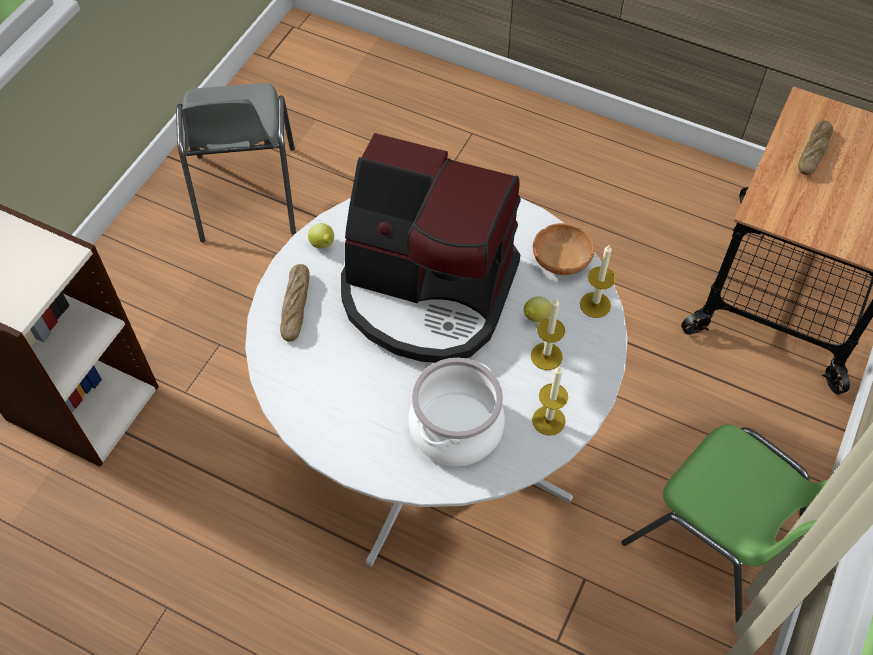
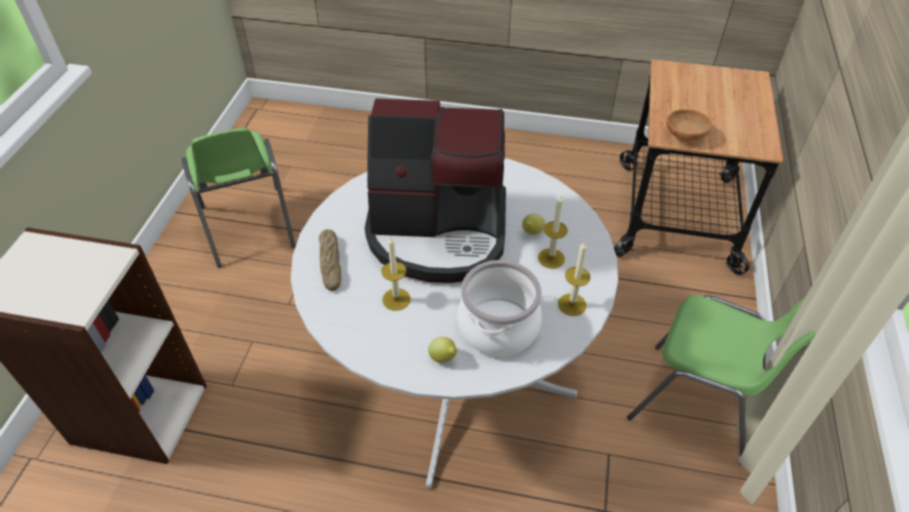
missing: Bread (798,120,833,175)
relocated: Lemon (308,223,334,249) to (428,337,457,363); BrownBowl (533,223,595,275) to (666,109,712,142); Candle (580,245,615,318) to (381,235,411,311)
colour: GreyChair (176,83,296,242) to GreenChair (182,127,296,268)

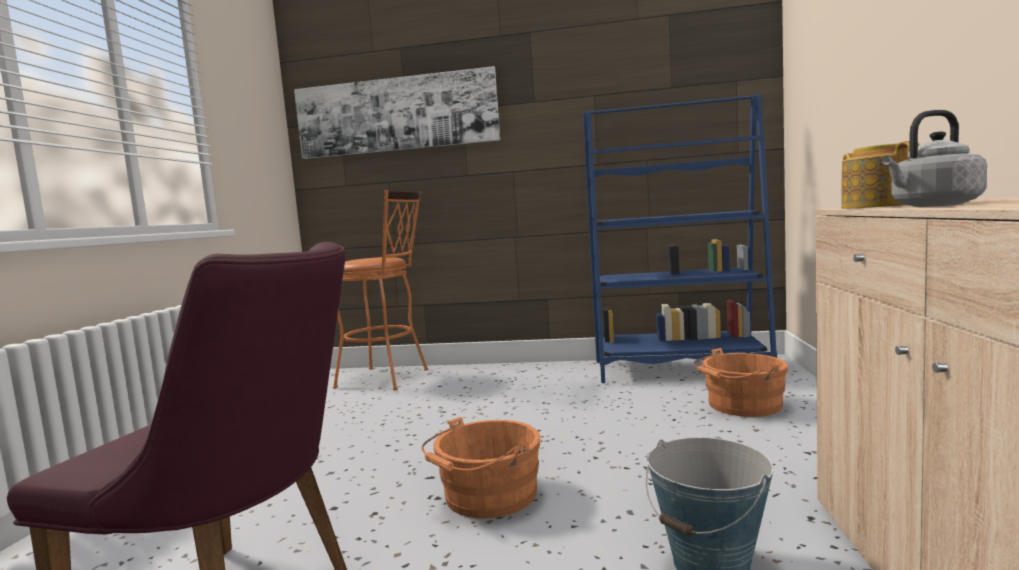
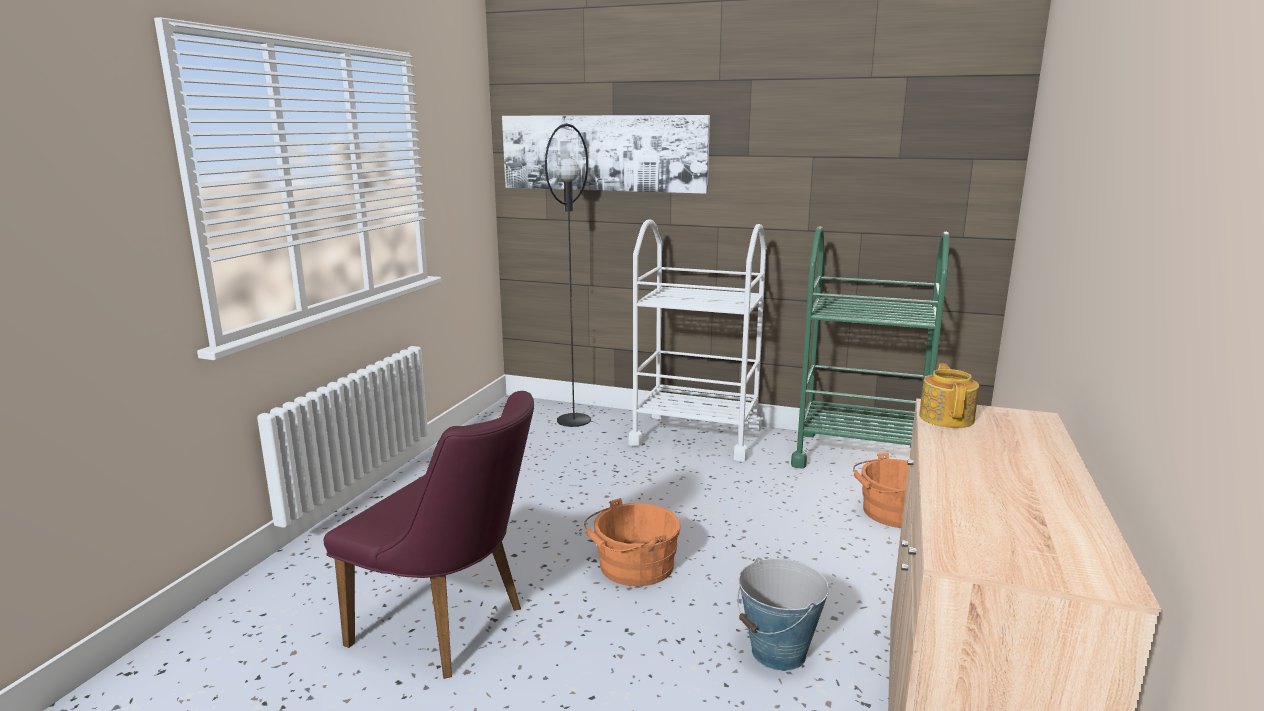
missing: GreyKettle (882,110,987,207)
appeared: WhiteCart (629,219,766,461)
exchanged: OrangeStool (333,190,428,390) to BlackFloorLamp (545,123,591,427); BlueBookcase (583,94,777,383) to GreenCart (791,226,949,468)

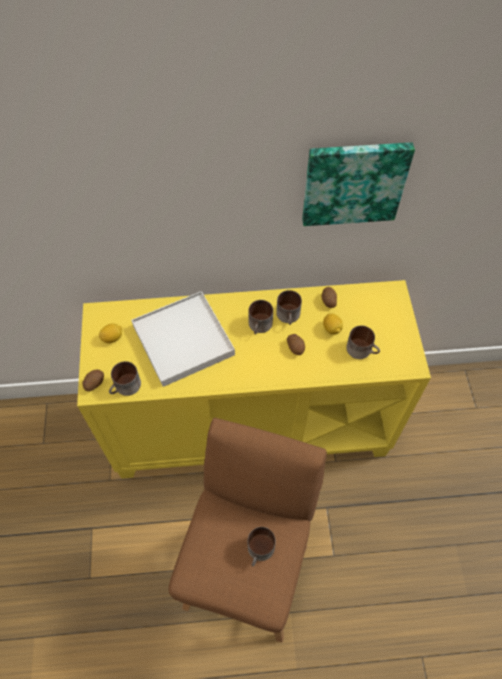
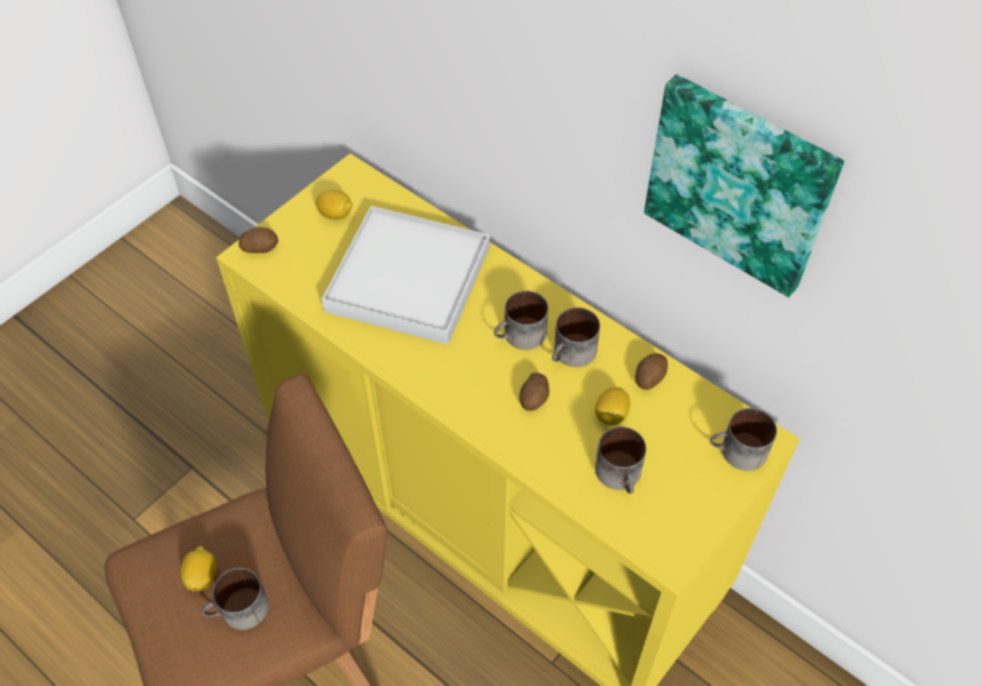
appeared: Lemon (181,546,217,592)
relocated: Mug (109,361,141,396) to (710,408,777,471)

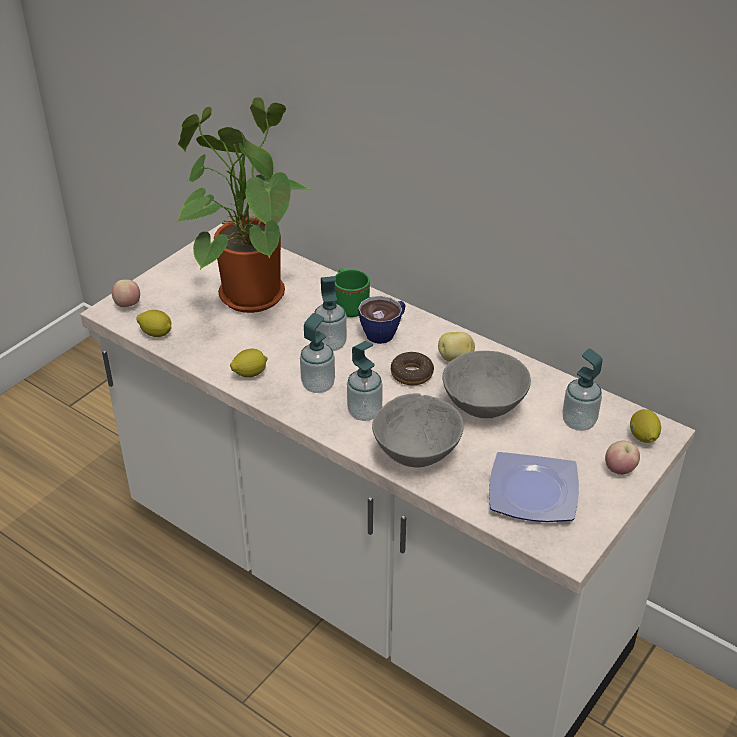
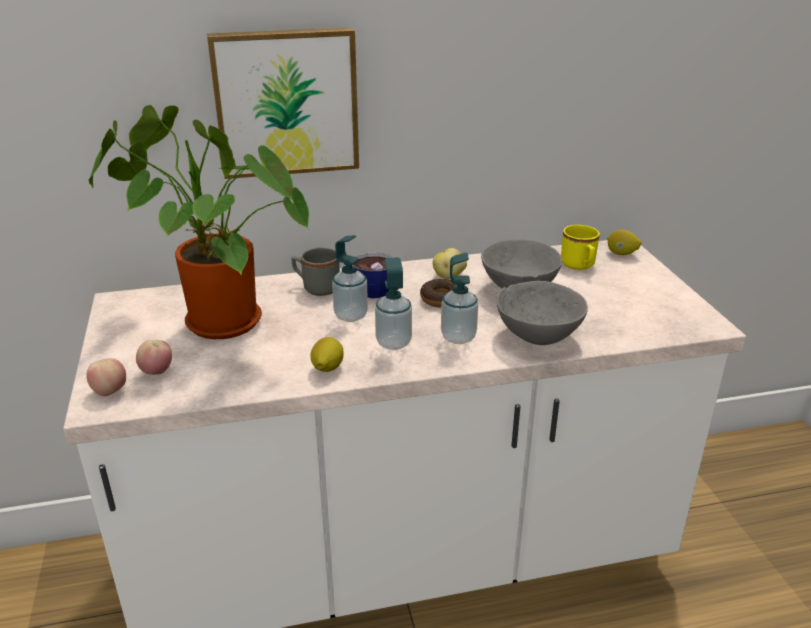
missing: Lemon (137,310,172,337); Plate (489,452,579,522)
appeared: Picture (207,27,359,179)
relocated: Apple (605,440,640,475) to (136,340,172,375)
exchanged: SoapDispenser (562,348,603,431) to YellowMug (561,225,600,270)
colour: GreenMug (335,268,370,317) to GreyMug (291,248,340,296)

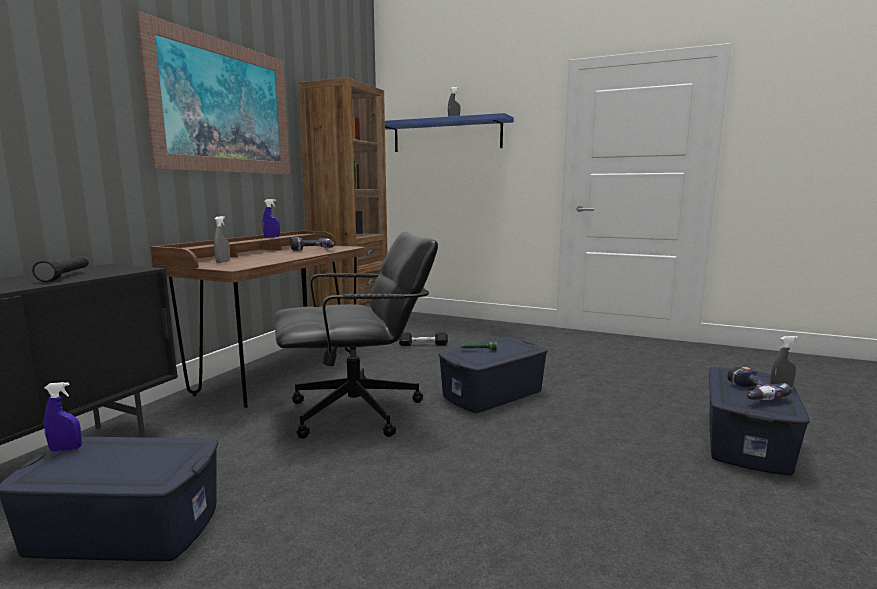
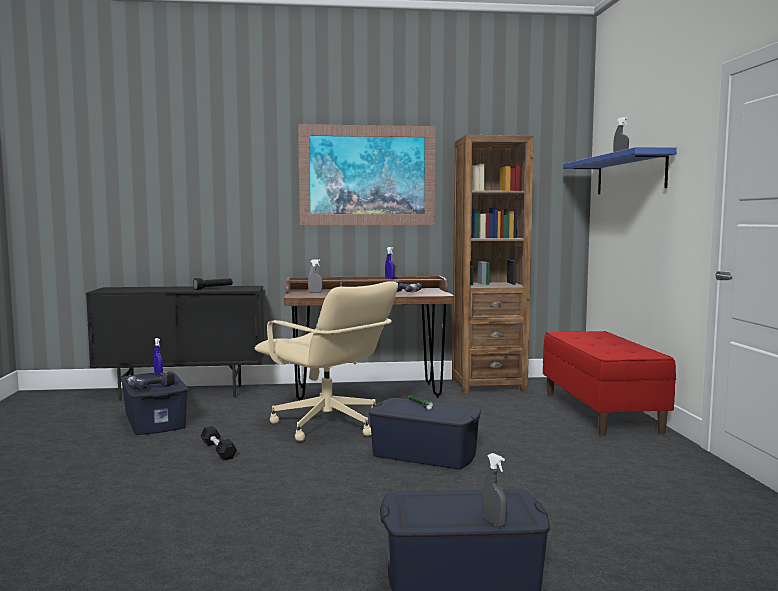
appeared: RedBench (543,331,676,436)
relocated: BlackDumbbell (399,331,448,346) to (201,426,237,460); PowerDrill (728,366,792,400) to (125,371,175,389)
colour: BlackOfficeChair (274,231,438,439) to BeigeOfficeChair (255,281,398,441)

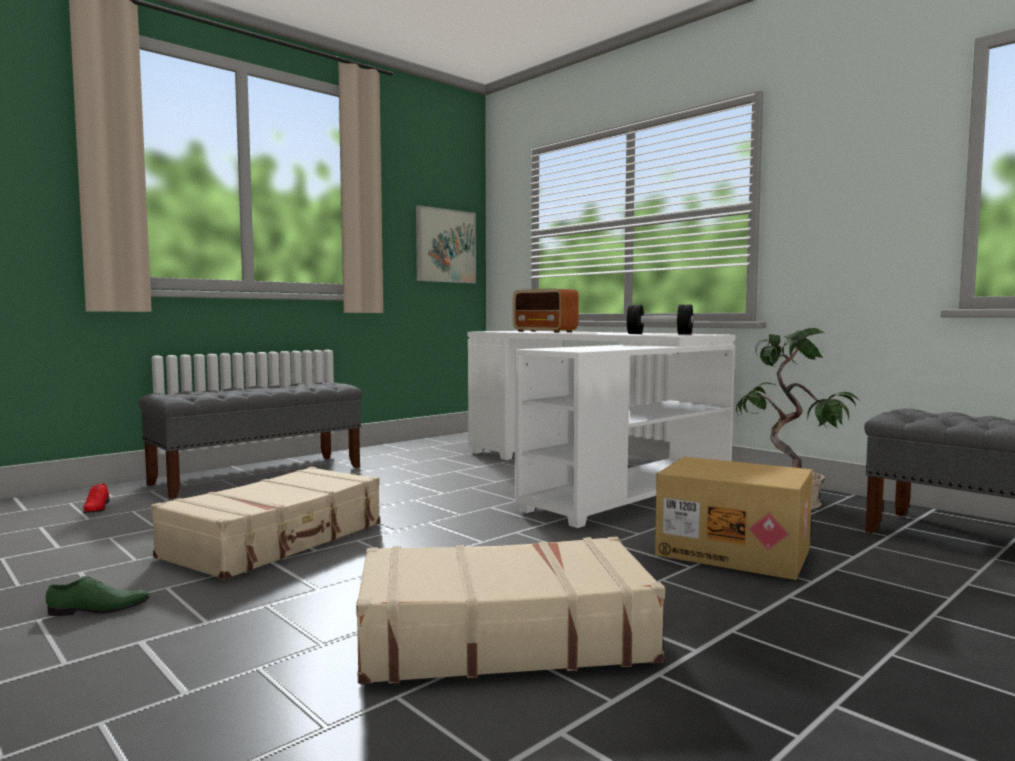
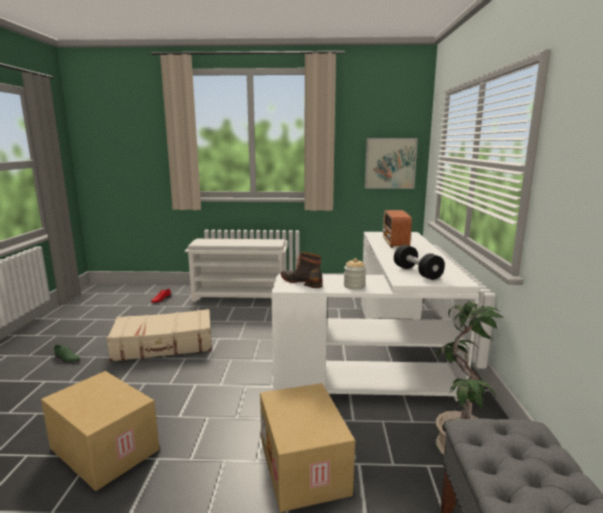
appeared: Boot (281,252,323,288); Jar (344,258,366,289)
exchanged: GreyBench (138,382,363,499) to WhiteShoeRack (185,239,288,302); BeigeSuitcase (356,537,665,684) to CardboardBox (41,371,159,491)

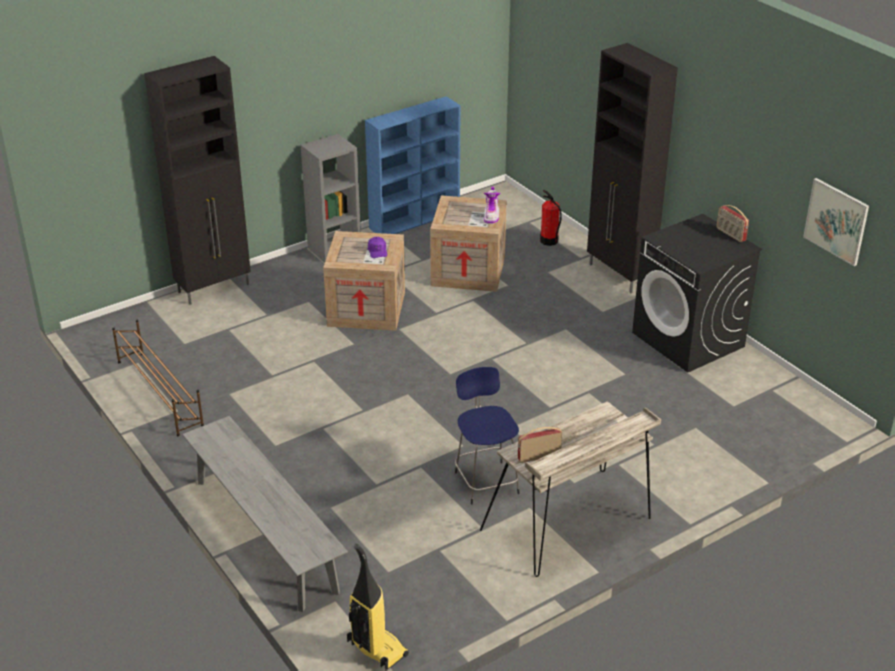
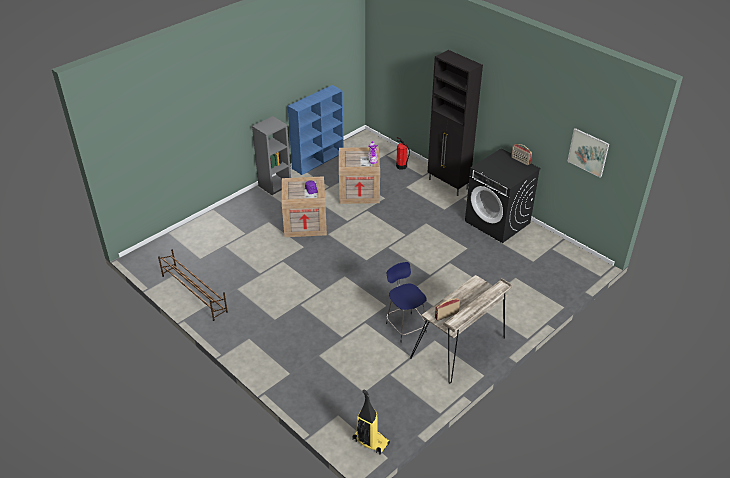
missing: BlackCabinet (144,56,251,305); GreyBench (182,416,348,612)

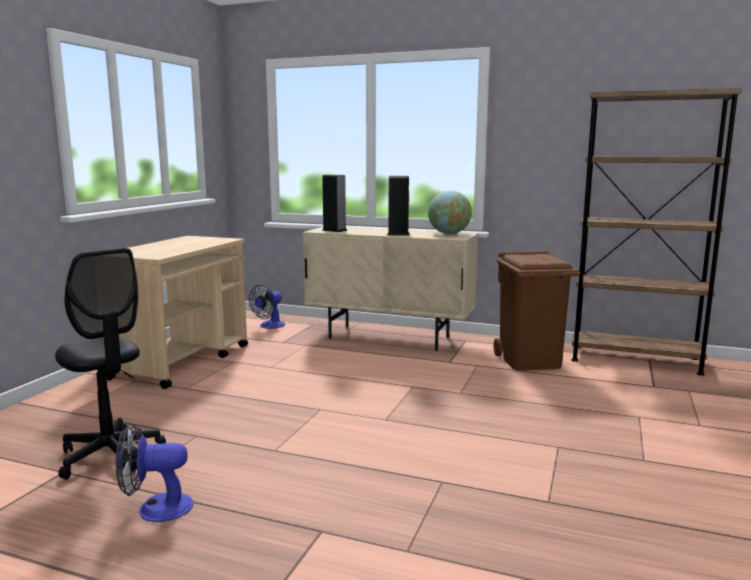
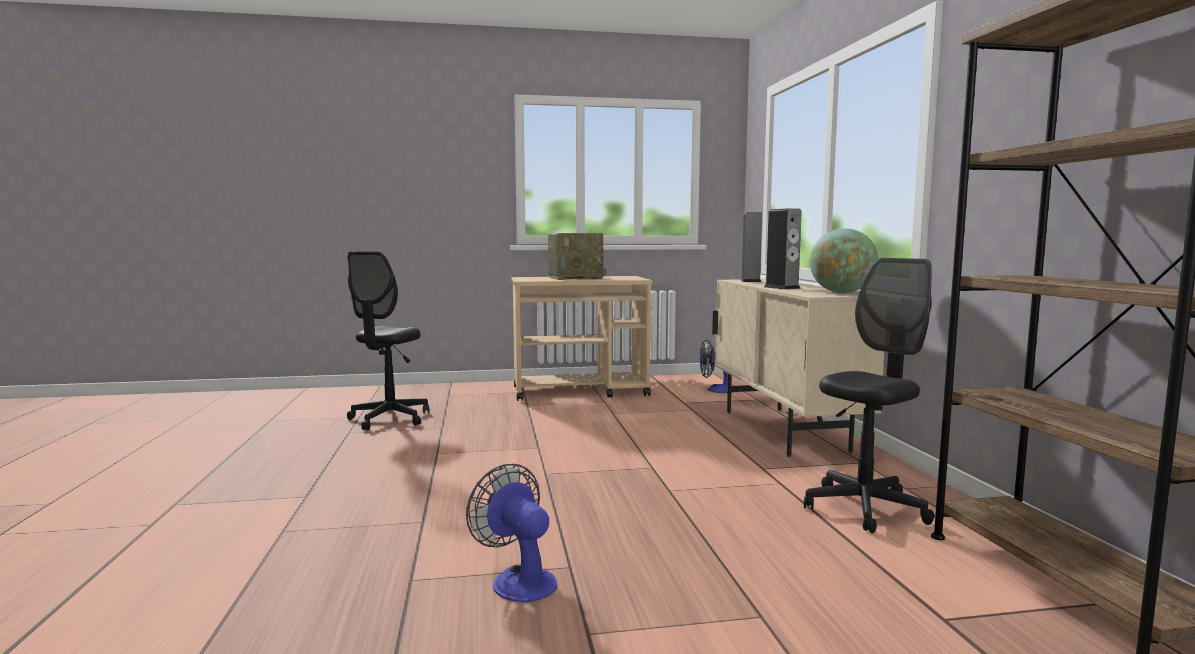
appeared: Radio (548,233,606,280)
relocated: Fan (116,424,193,522) to (466,464,557,602)
exchanged: BrownTrashCan (493,251,580,370) to BlackOfficeChair (804,258,935,533)

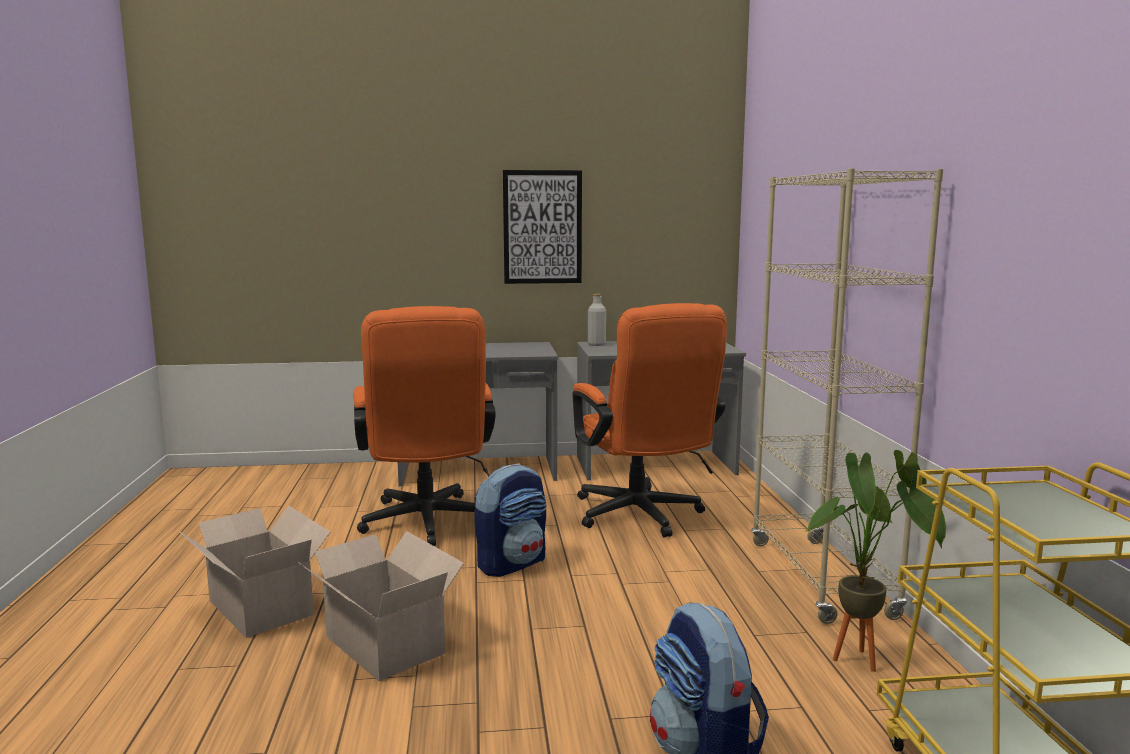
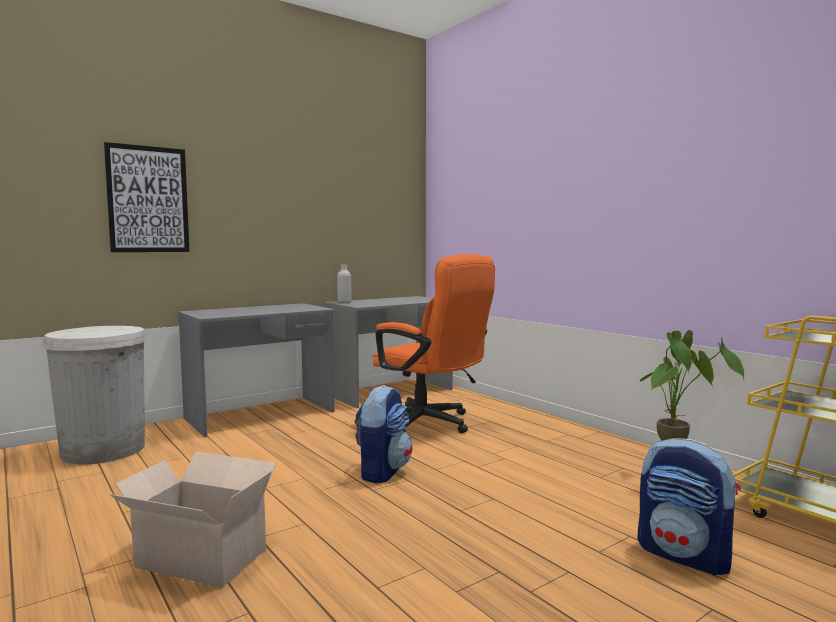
missing: CardboardBox (298,531,464,681); OrangeOfficeChair (353,306,496,546); BeigeBookcase (751,168,943,624)
appeared: WhiteTrashCan (41,326,148,465)
relocated: Picture (503,170,582,284) to (104,142,190,252)

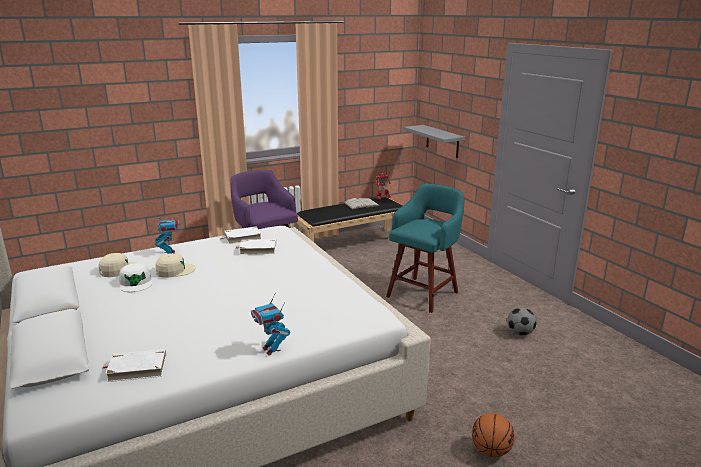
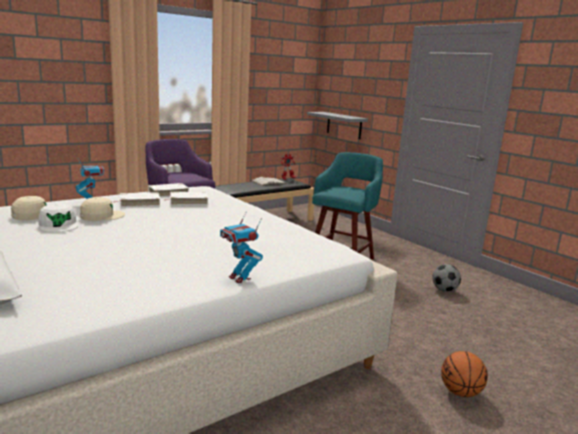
relocated: WhiteBook (103,349,167,382) to (115,192,160,207)

